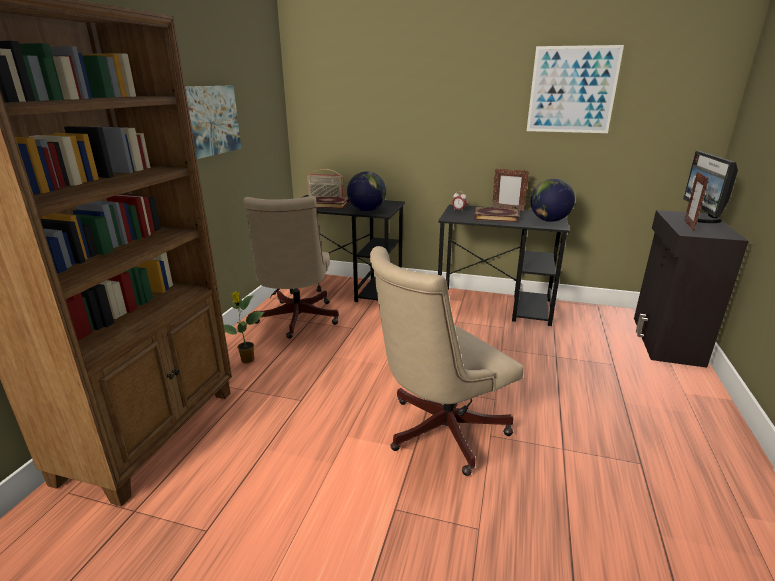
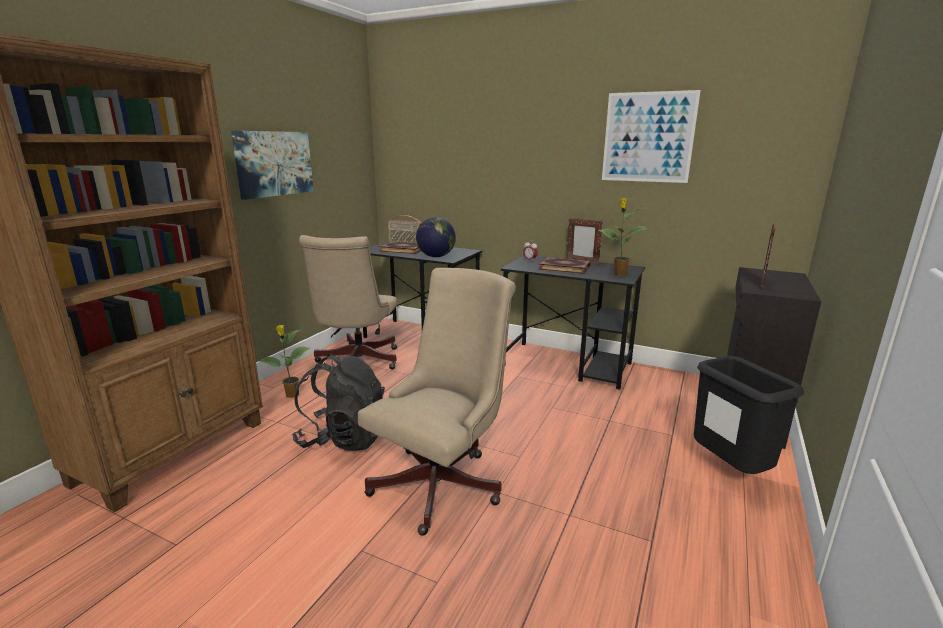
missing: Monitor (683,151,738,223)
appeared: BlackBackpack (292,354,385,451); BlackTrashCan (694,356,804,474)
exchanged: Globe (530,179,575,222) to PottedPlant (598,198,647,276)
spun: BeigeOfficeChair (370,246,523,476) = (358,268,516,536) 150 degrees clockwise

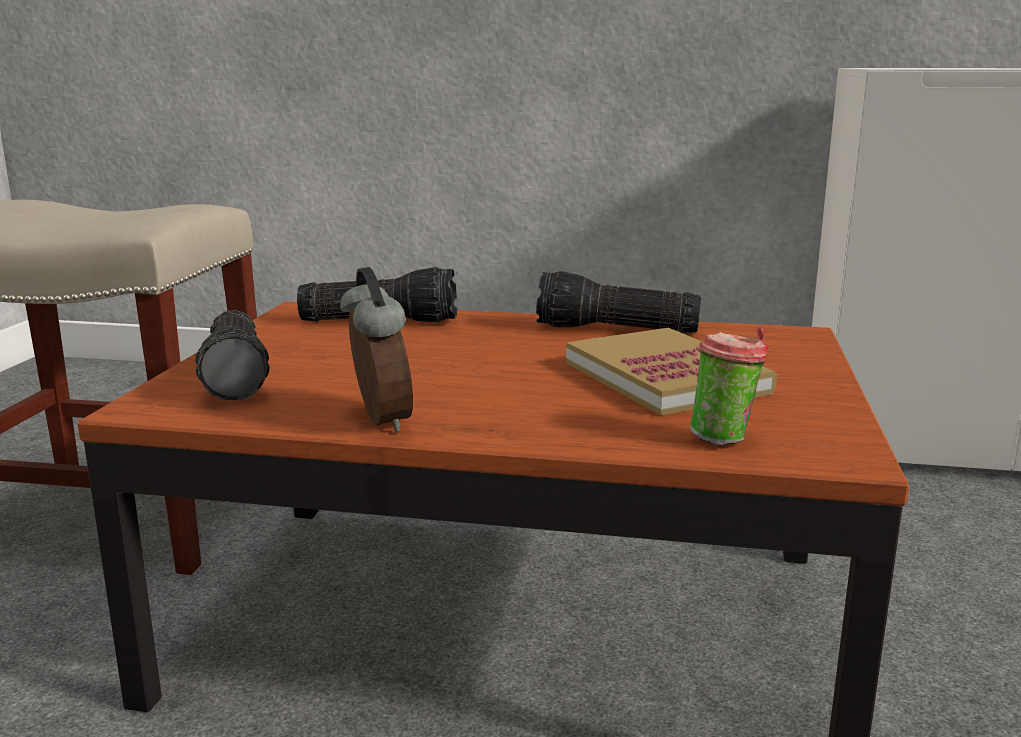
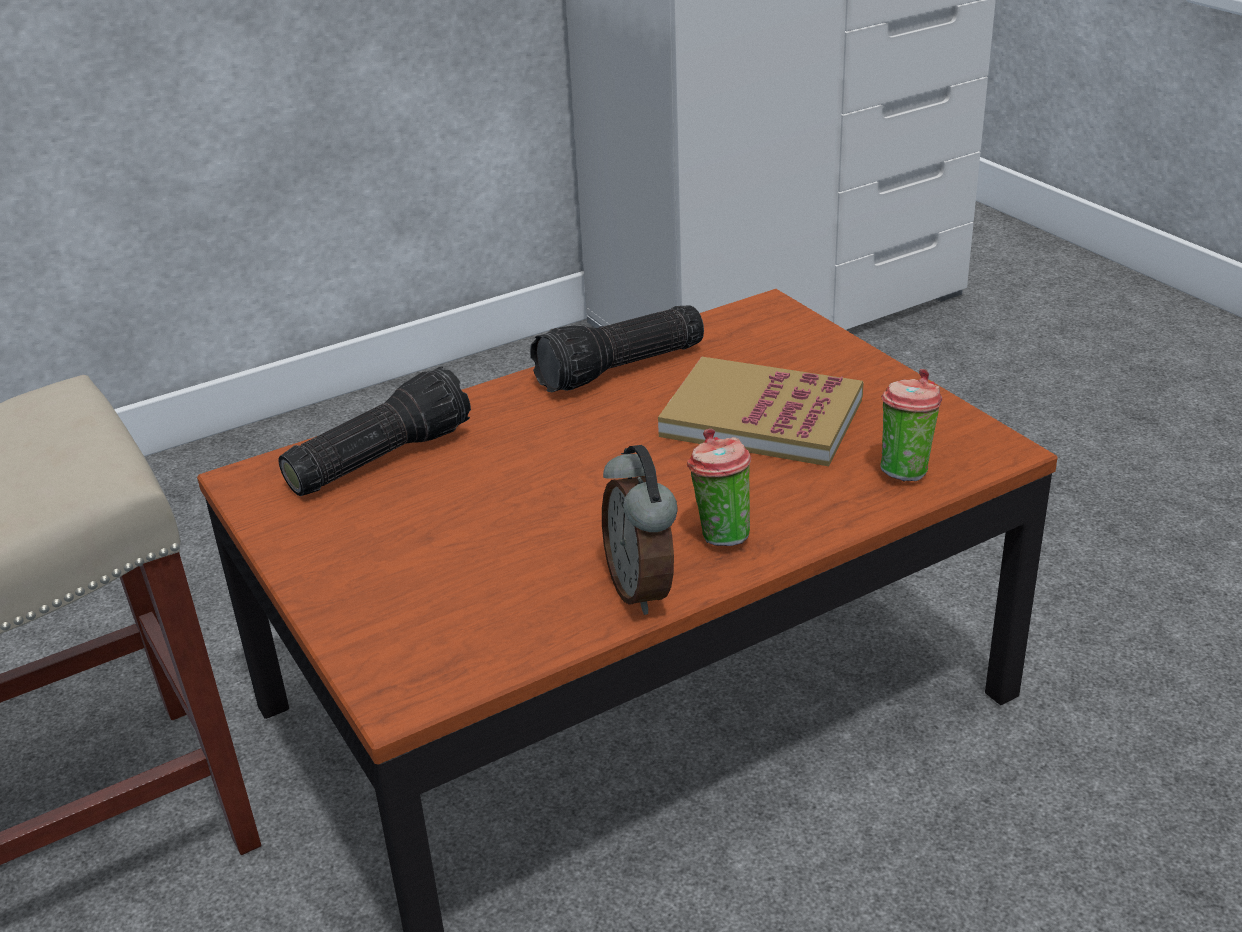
missing: Flashlight (195,310,270,400)
appeared: Cup (687,428,751,546)
spun: AlarmClock (340,267,413,432) = (602,445,678,615) 135 degrees counterclockwise

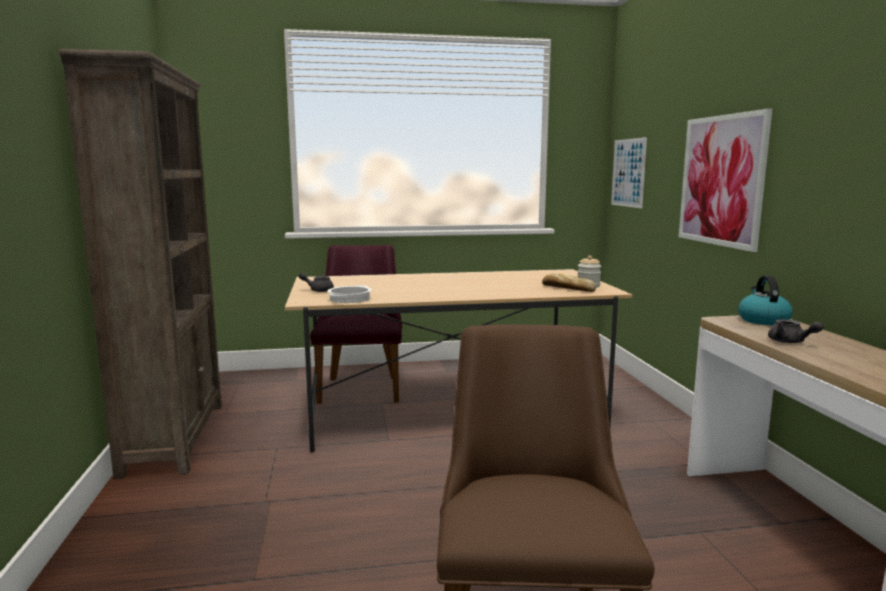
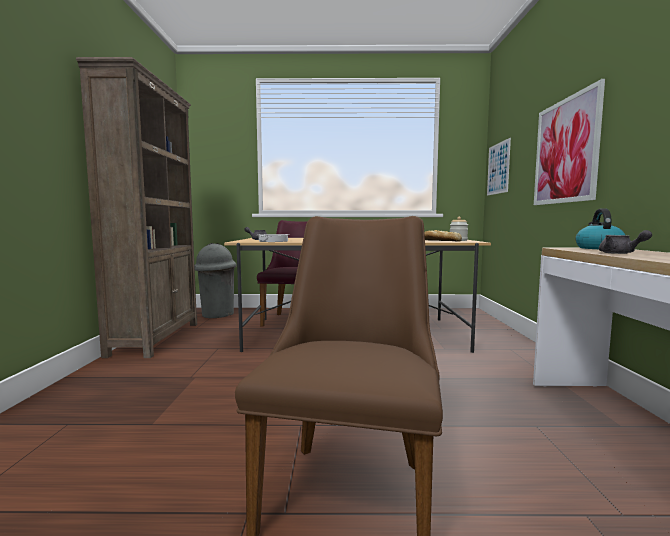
appeared: GreyTrashCan (194,243,237,318)

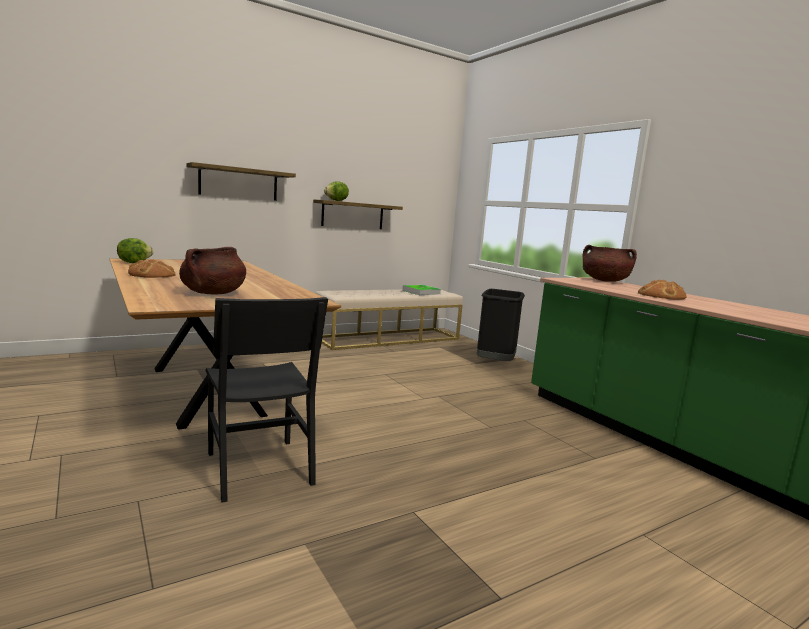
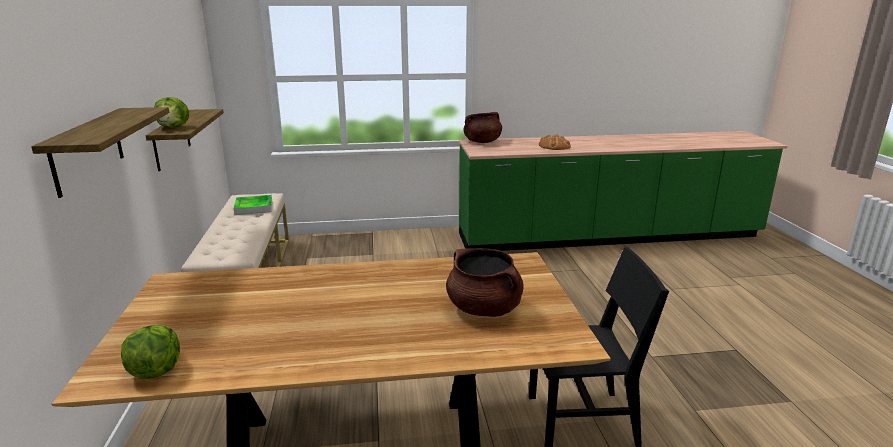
missing: Bread (128,259,175,278); BlackTrashCan (477,289,525,361)

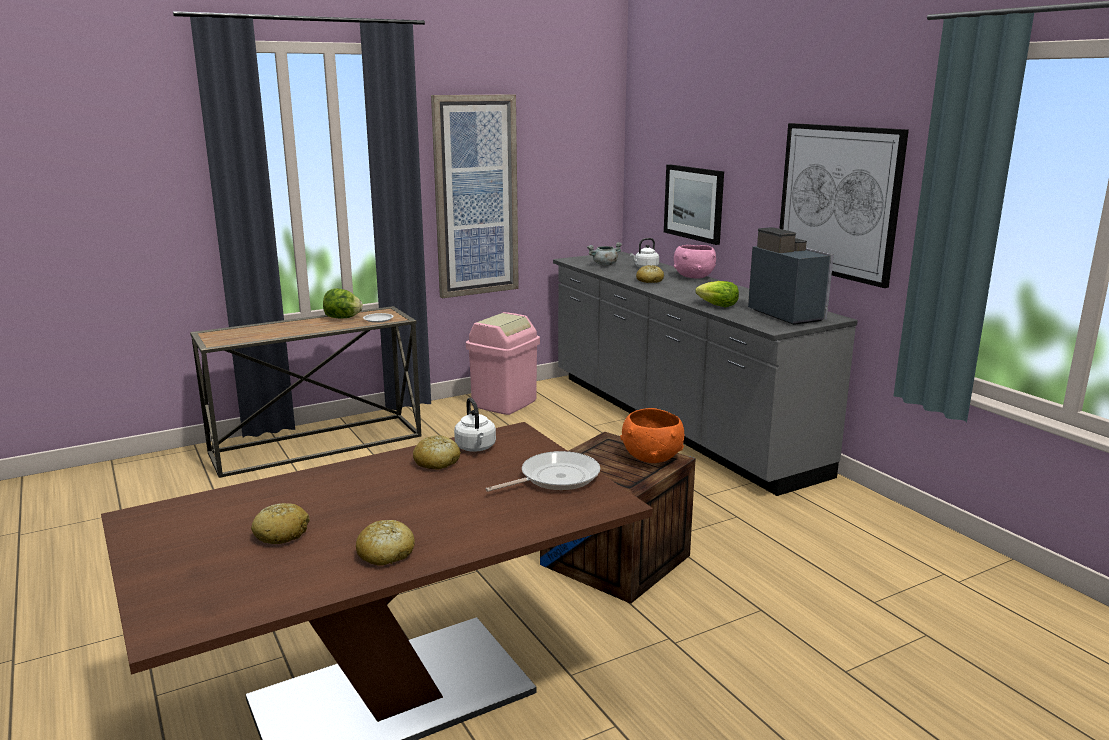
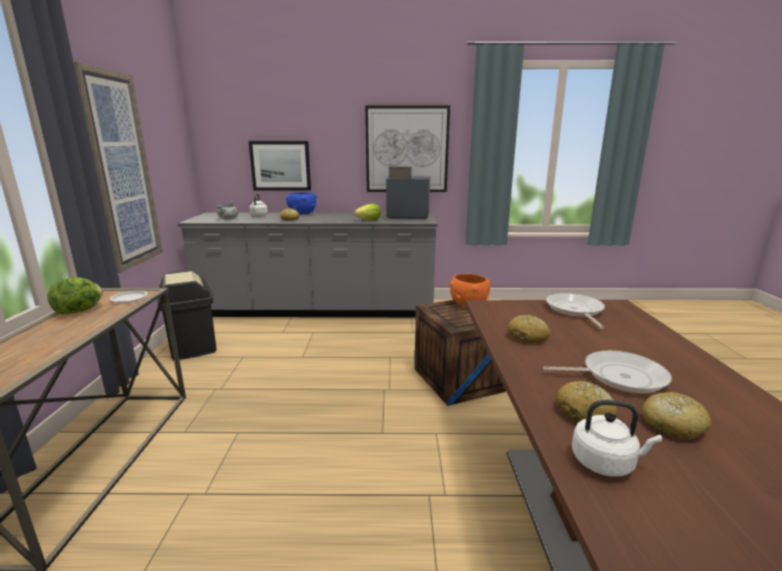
appeared: FryingPan (543,350,672,393)
relocated: Bread (356,520,415,566) to (556,381,617,422); WhiteKettle (454,398,496,452) to (572,400,662,477)
colour: PinkTrashCan (466,312,540,415) to BlackTrashCan (157,270,217,360); PinkBowl (674,245,716,279) to BlueBowl (286,192,317,214)

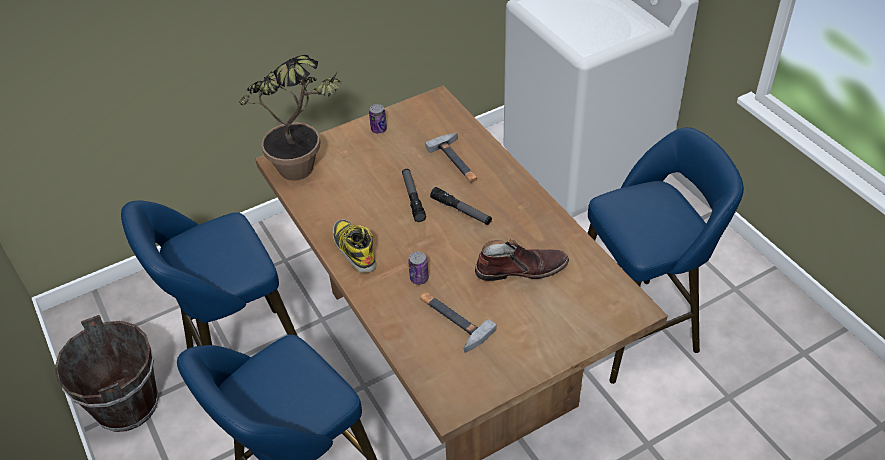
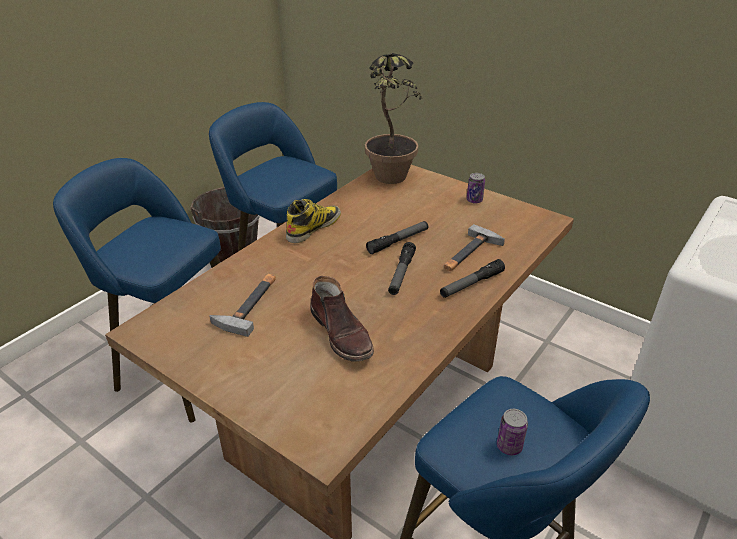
appeared: Flashlight (440,259,505,298)
relocated: Can (408,251,429,285) to (497,409,528,455)

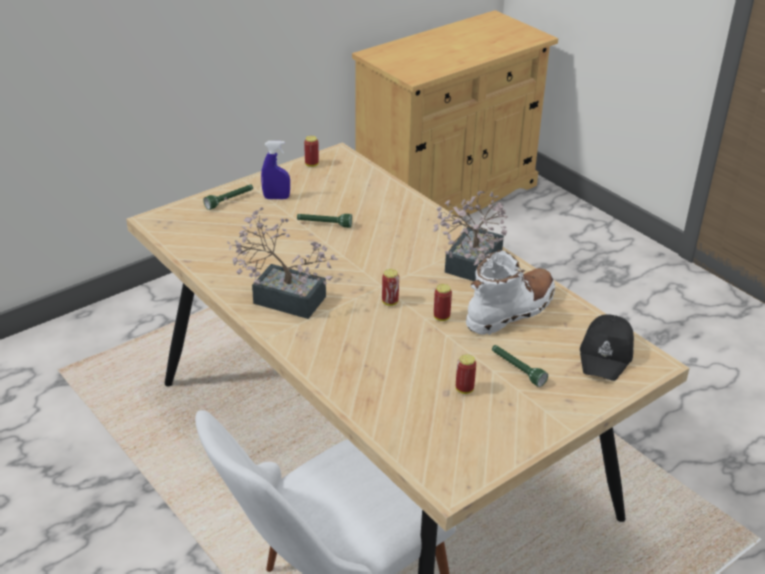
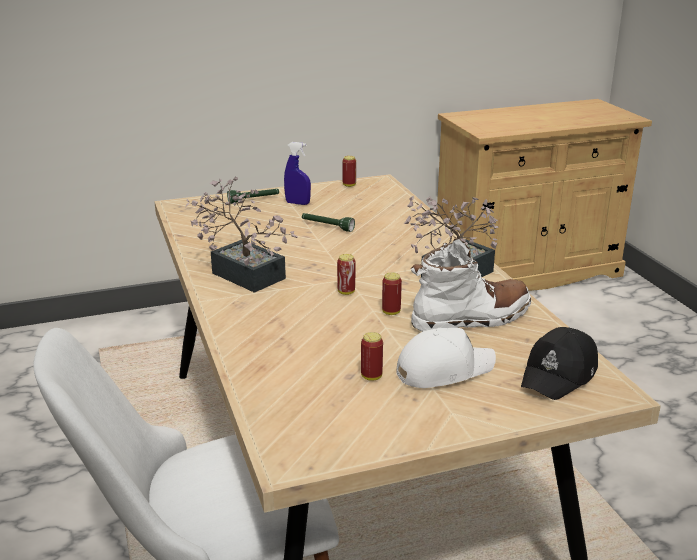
exchanged: GreenFlashlight (492,345,548,387) to WhiteCap (397,328,496,388)

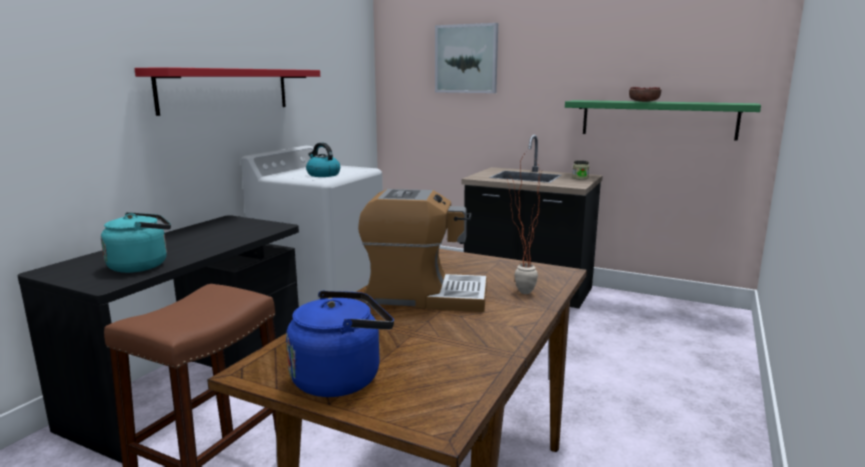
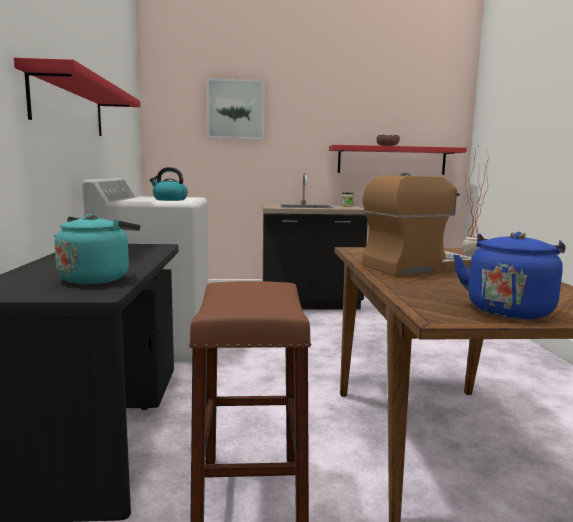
colour: GreenShelf (565,100,761,141) to RedShelf (329,145,467,175)

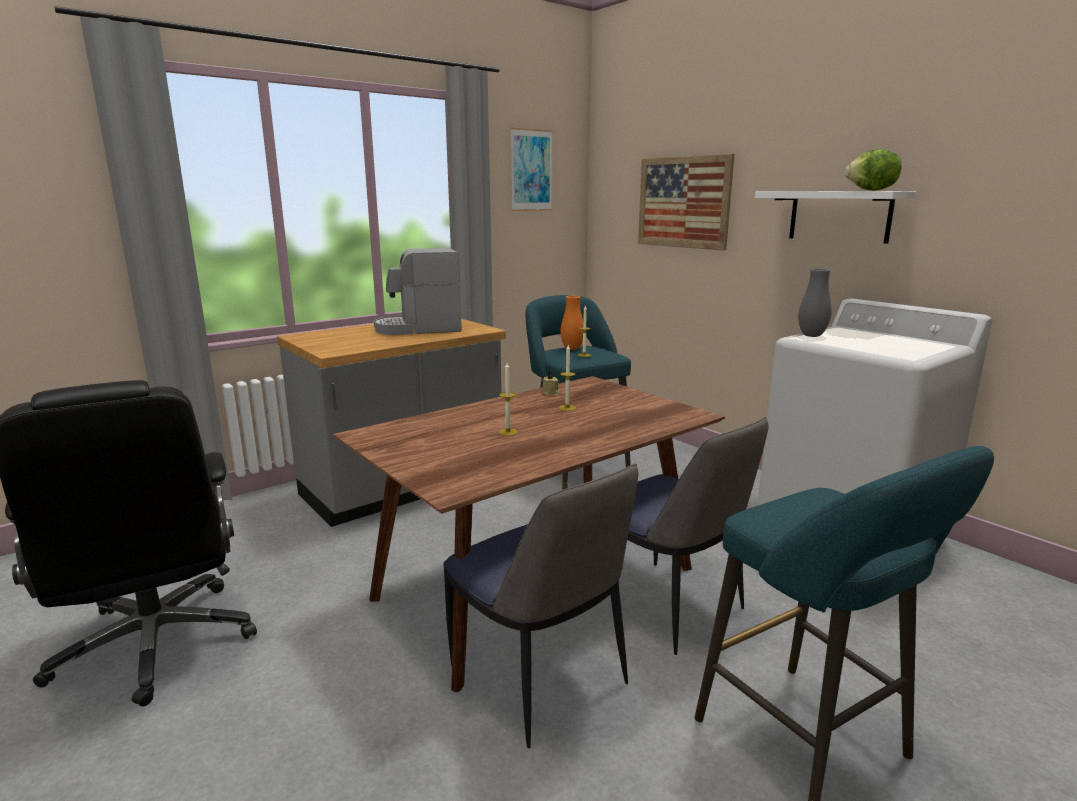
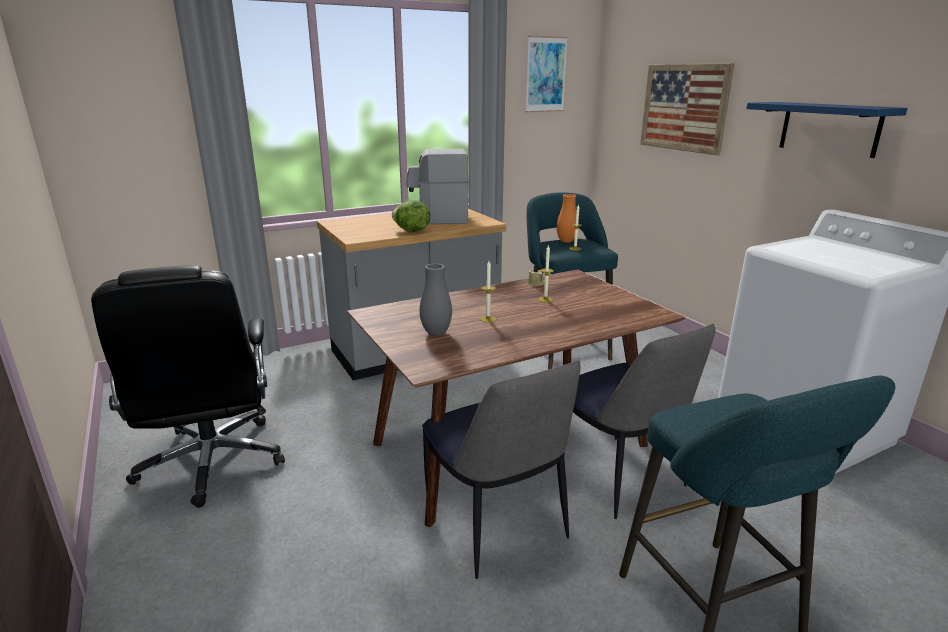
relocated: GreyVase (798,269,832,337) to (420,264,452,336); Lettuce (845,149,902,191) to (392,200,430,232)
colour: WhiteShelf (755,191,916,244) to BlueShelf (746,102,908,158)

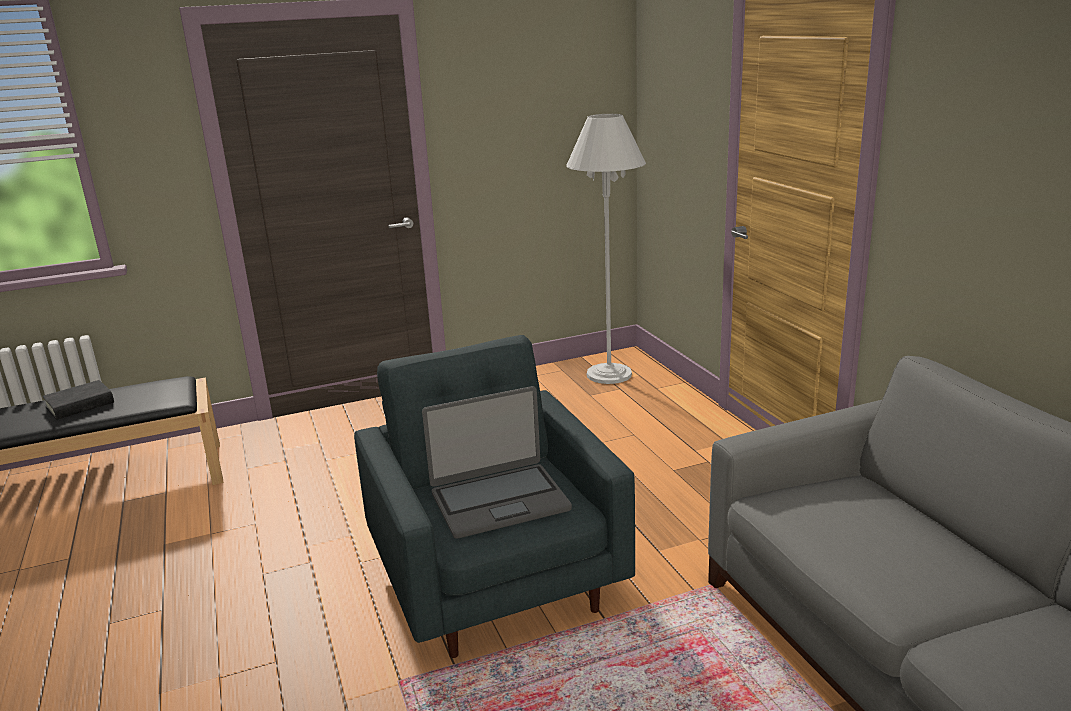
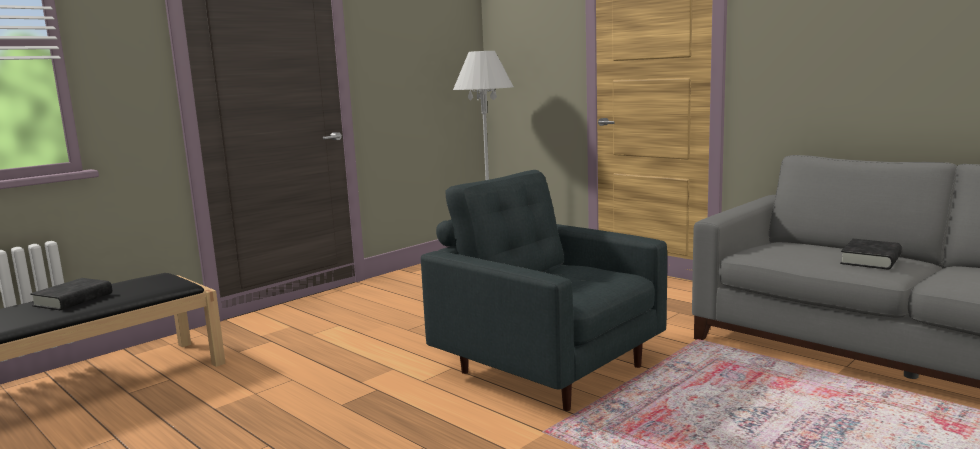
missing: Laptop (422,386,572,539)
appeared: BlackBook (840,239,902,269)

